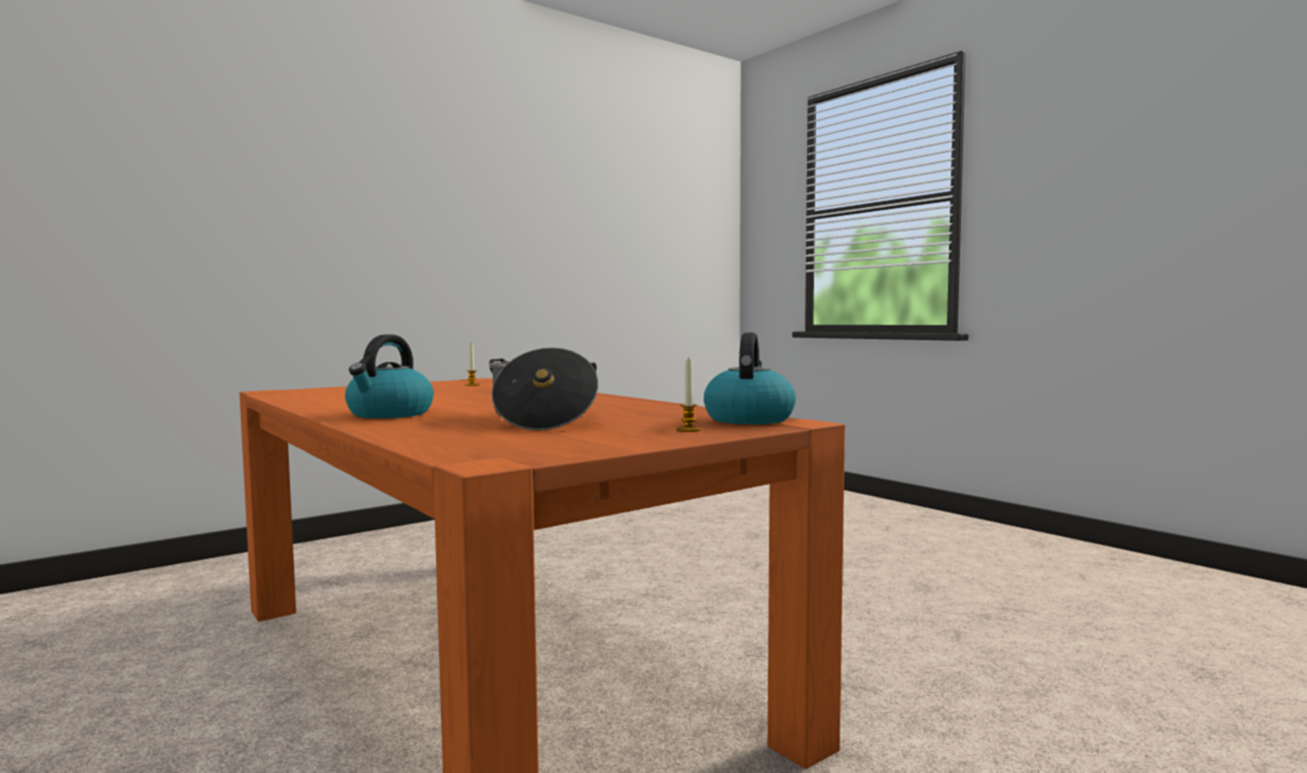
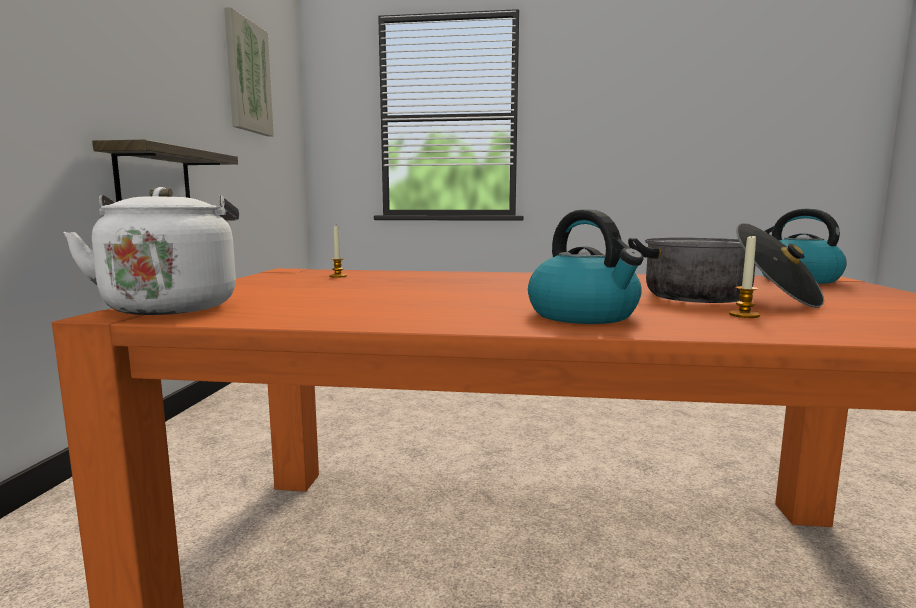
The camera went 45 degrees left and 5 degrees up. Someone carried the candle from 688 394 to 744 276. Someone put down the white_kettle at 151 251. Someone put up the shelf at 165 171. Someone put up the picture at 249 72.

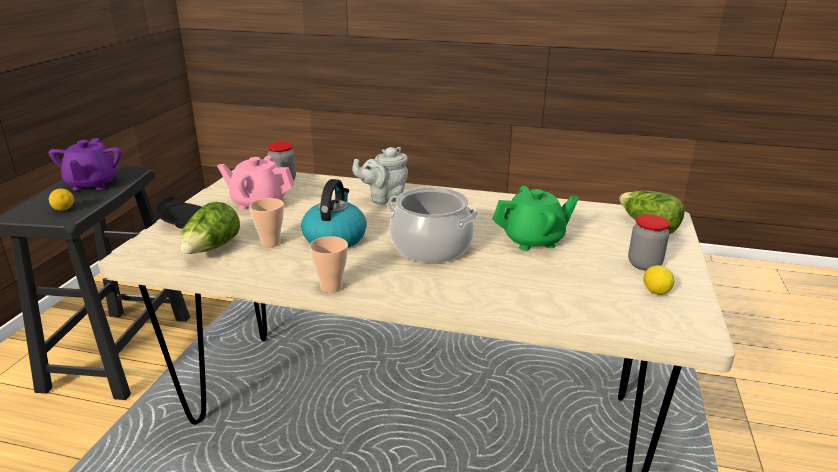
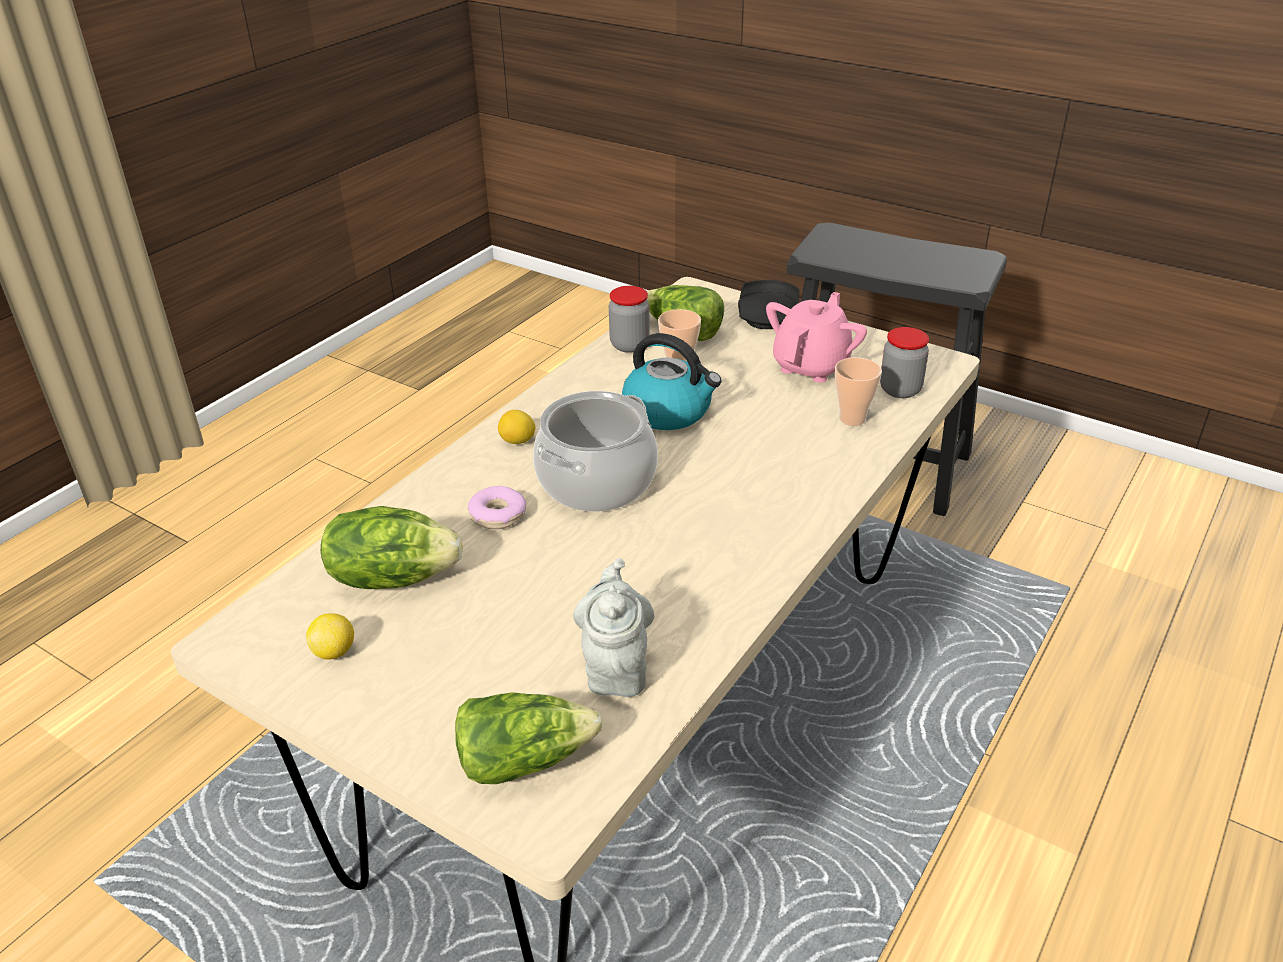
The camera went 110 degrees right and 10 degrees up. Someone took away the purple_teapot at 85 164. Someone carried the lemon from 61 200 to 516 427. Someone carried the cup from 328 264 to 858 391. Someone carried the grey_teapot from 380 175 to 613 627. Someone took away the green_teapot at 535 218. Someone carried the jar from 649 242 to 629 319. Someone put down the lettuce at 392 547. Someone put down the donut at 497 507.

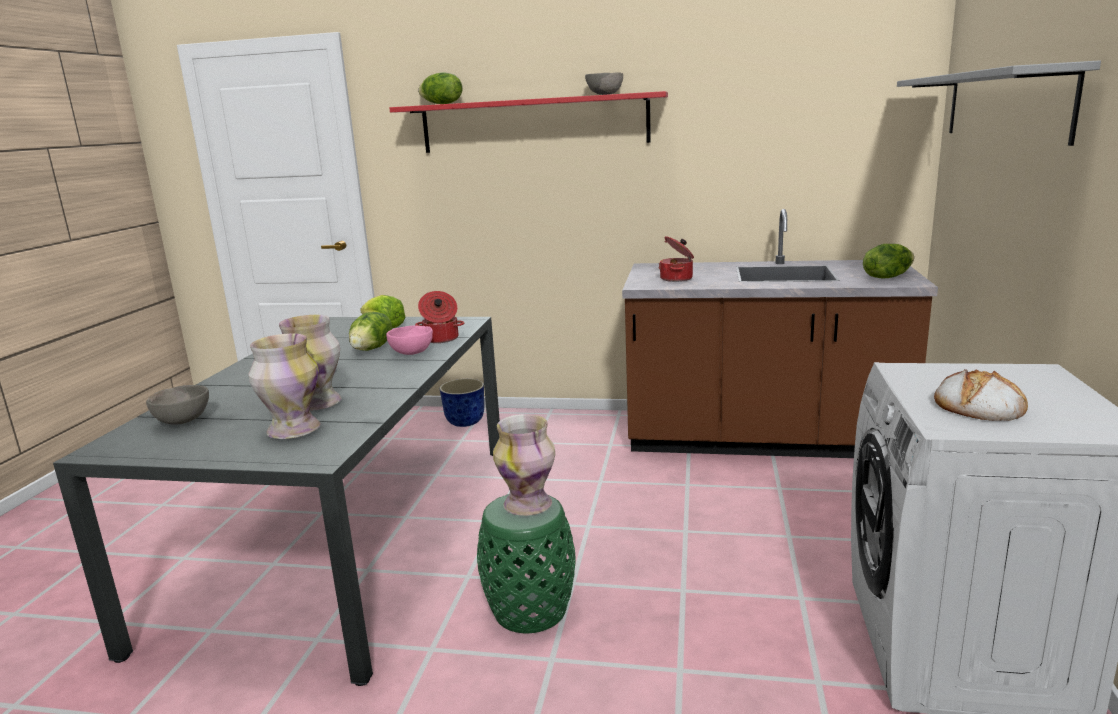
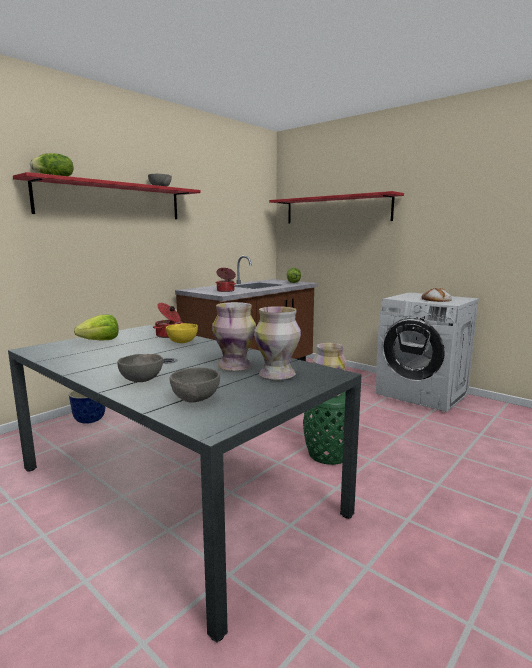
The camera went 60 degrees left and 5 degrees down. Someone took away the lettuce at 370 331. Someone repainted the pink_bowl at 409 340, which became the yellow_bowl at 182 333. Someone repainted the grey_shelf at 999 103, which became the red_shelf at 336 207. Someone put down the grey_bowl at 140 368.

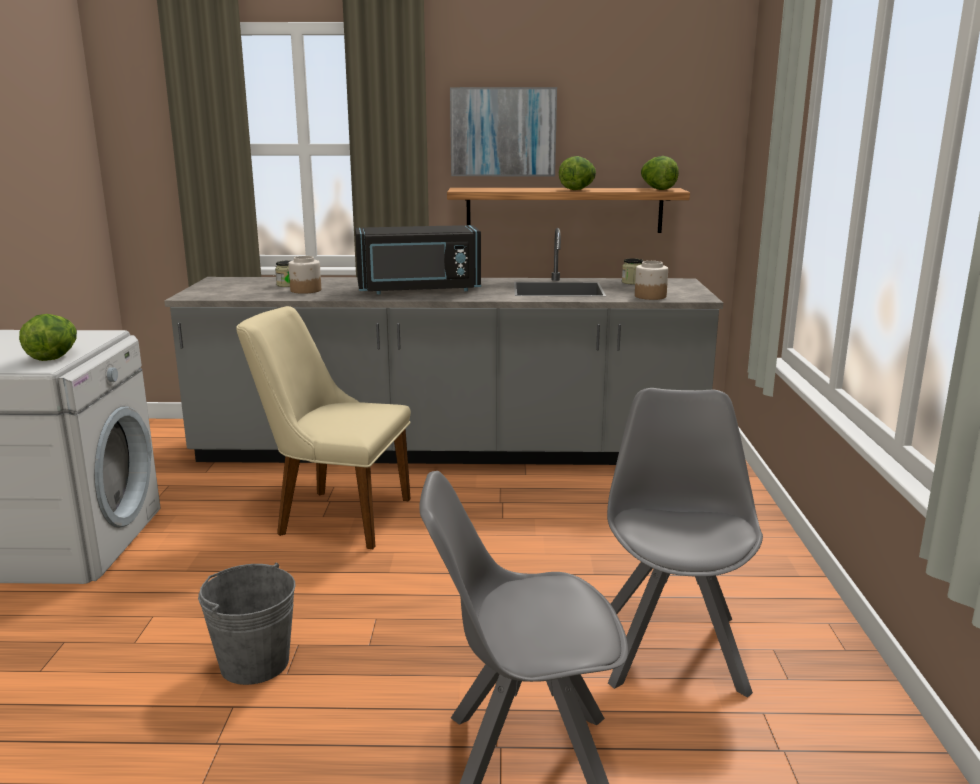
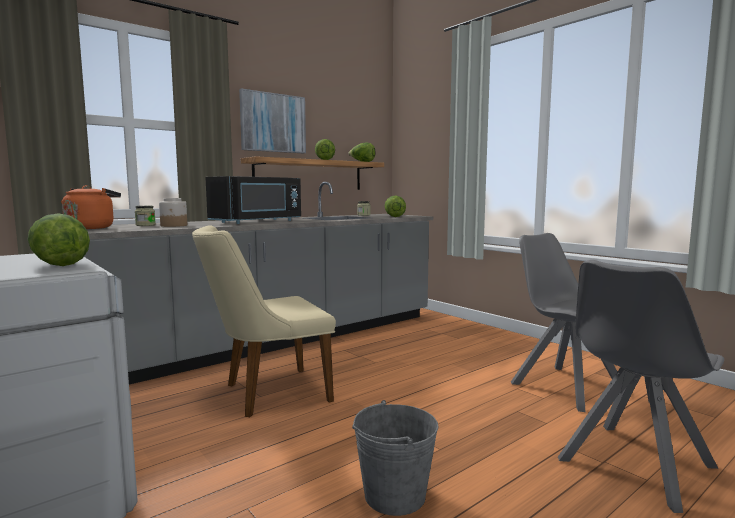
The camera went 40 degrees left and 10 degrees down. Someone swapped the jar at 651 280 for the lettuce at 395 206. Someone put down the orange_kettle at 91 207.

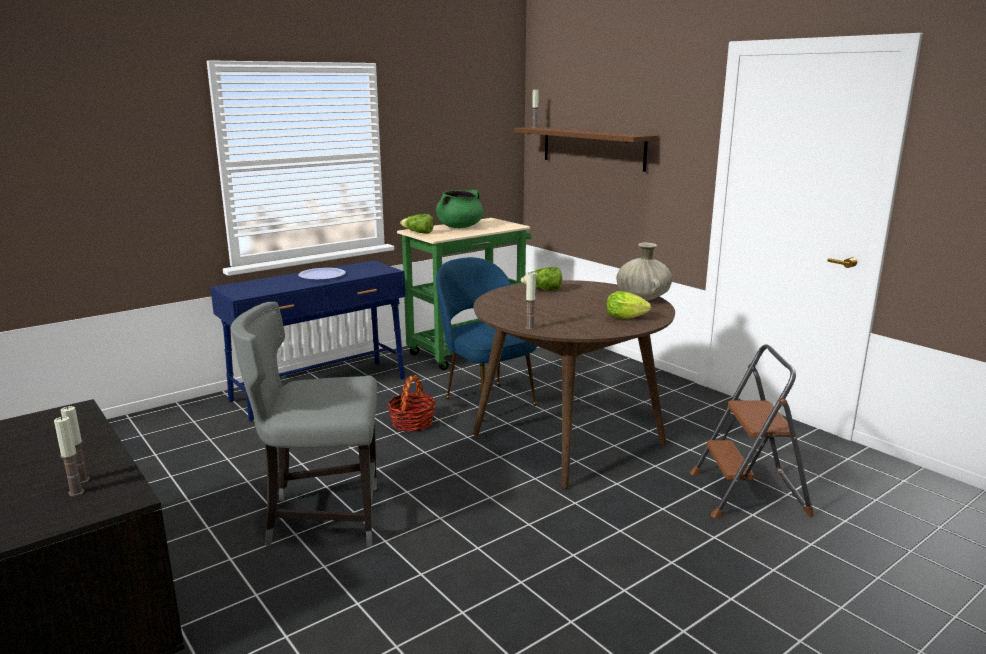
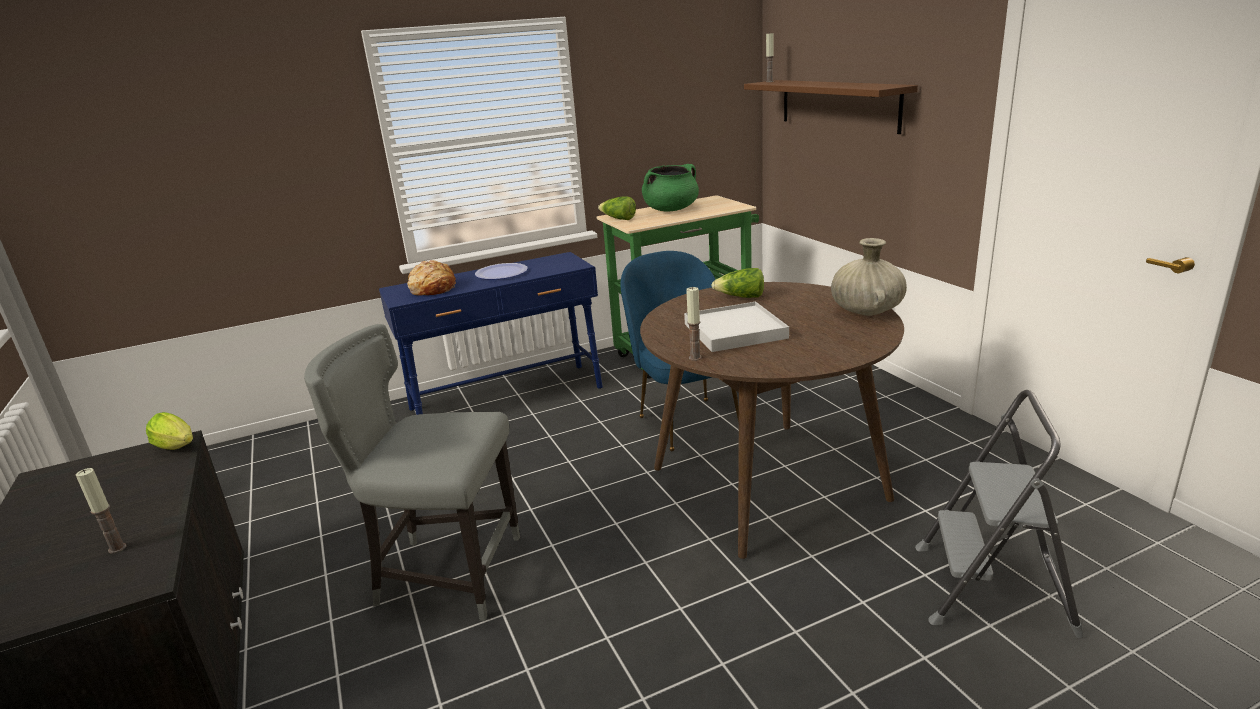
The camera went 15 degrees right and 5 degrees up. Someone took away the candle at 69 456. Someone took away the basket at 411 403. Someone carried the lettuce from 628 305 to 169 431. Someone repainted the brown_step_ladder at 751 431, which became the grey_step_ladder at 999 514. Someone put down the bread at 431 277. Someone put down the white_tray at 736 327.

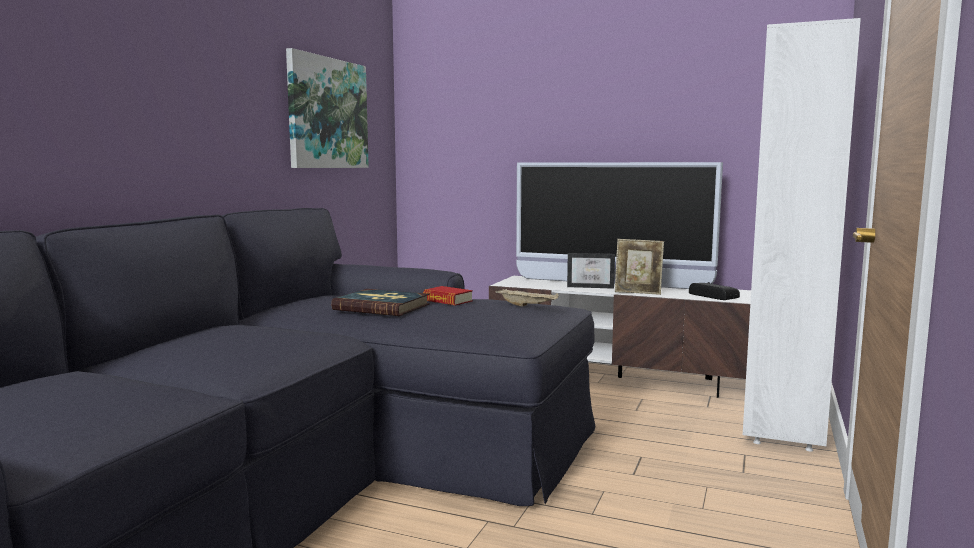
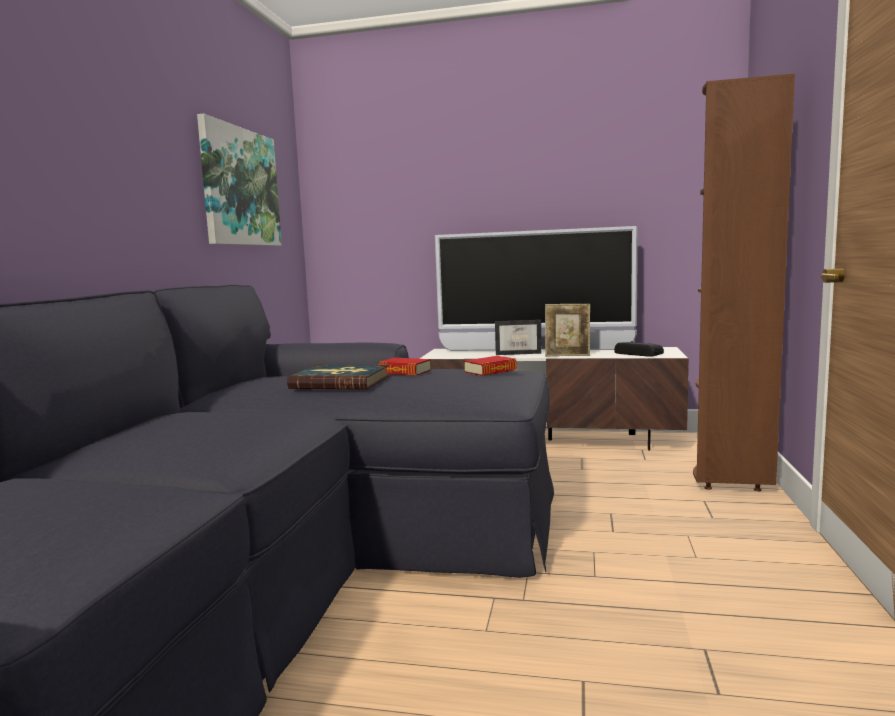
The camera went 10 degrees left and 0 degrees up. Someone swapped the beige_tray at 527 298 for the book at 490 366. Someone repainted the white_bookcase at 802 234, which became the brown_bookcase at 744 282.

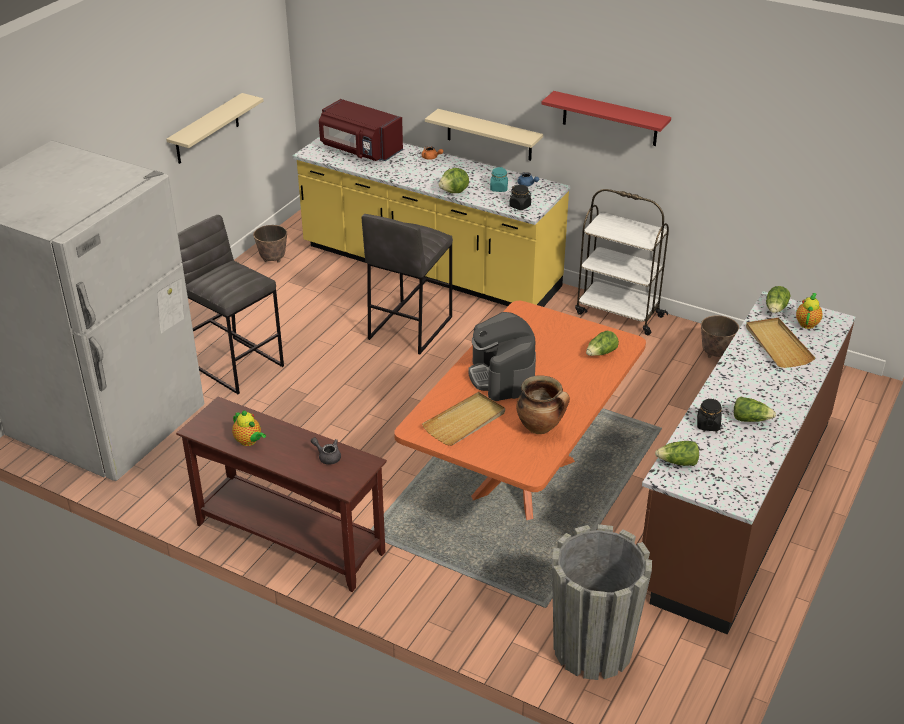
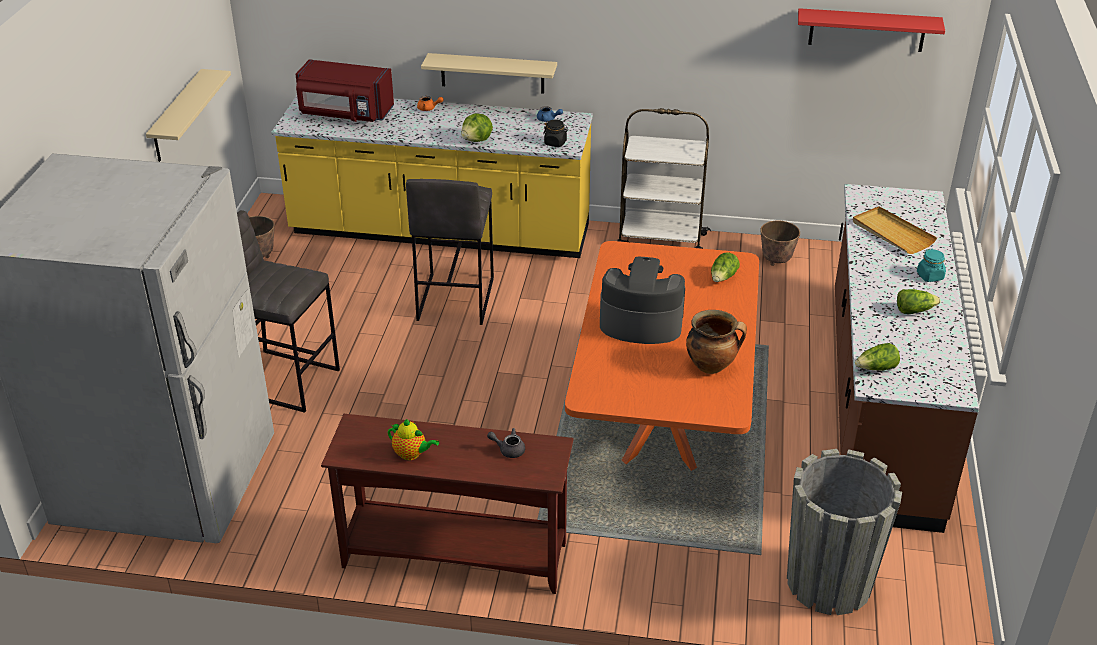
The camera went 20 degrees left and 0 degrees up. Someone took away the beige_tray at 463 419. Someone rotated the coffee_machine at 502 356 by 135 degrees clockwise. Someone carried the turquoise_jar from 499 179 to 931 265. Someone carried the red_shelf from 606 118 to 871 30. Someone took away the black_jar at 709 414. Someone took away the lettuce at 778 299. Someone took away the teapot at 809 311.

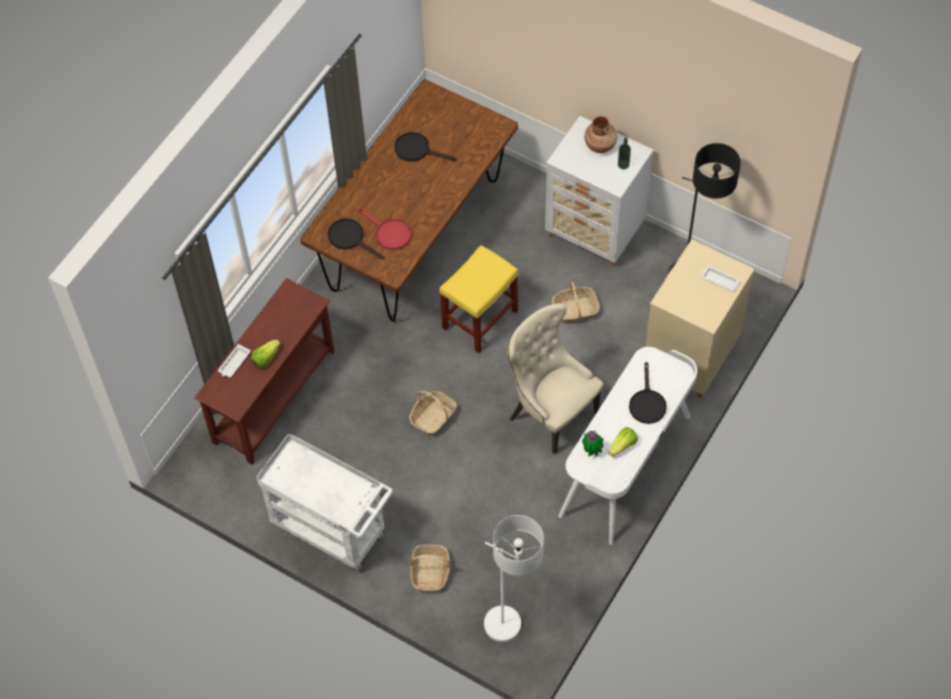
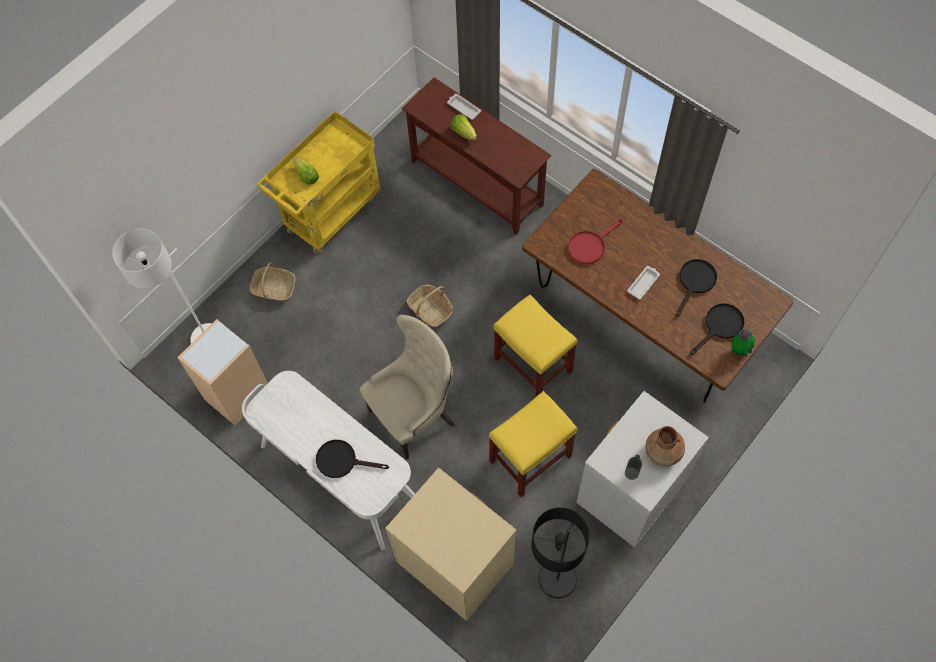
The camera went 100 degrees right and 5 degrees up. Someone repainted the white_cart at 324 502, which became the yellow_cart at 318 183. Someone carried the black_frying_pan from 356 239 to 717 329. Someone swapped the basket at 576 302 for the yellow_stool at 533 444. Someone carried the potted_plant from 592 443 to 742 343. Someone carried the lettuce from 623 442 to 306 171. Someone carried the white_tray from 720 278 to 643 283. Someone put down the bookcase at 222 372.

